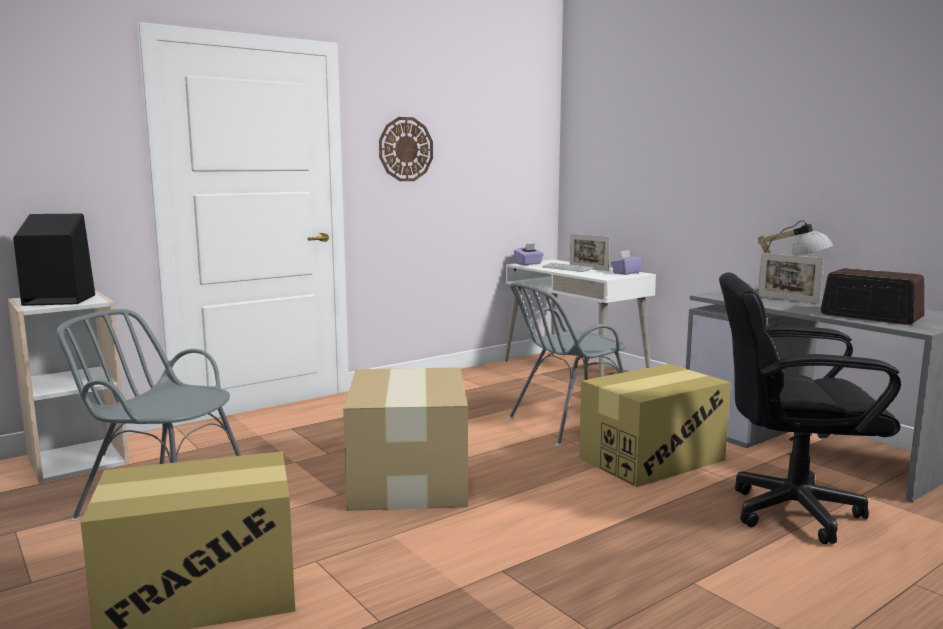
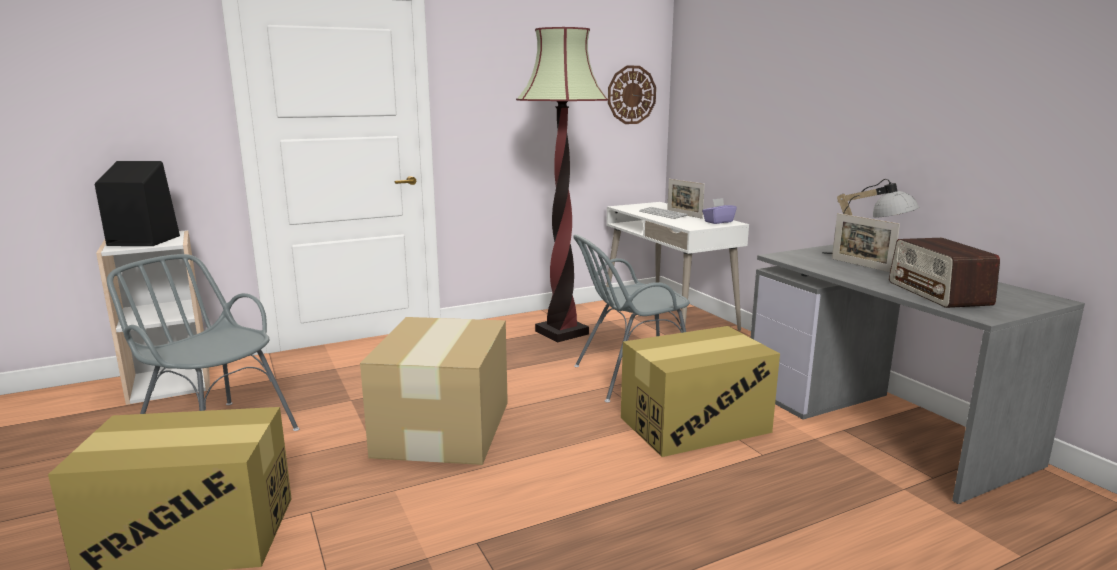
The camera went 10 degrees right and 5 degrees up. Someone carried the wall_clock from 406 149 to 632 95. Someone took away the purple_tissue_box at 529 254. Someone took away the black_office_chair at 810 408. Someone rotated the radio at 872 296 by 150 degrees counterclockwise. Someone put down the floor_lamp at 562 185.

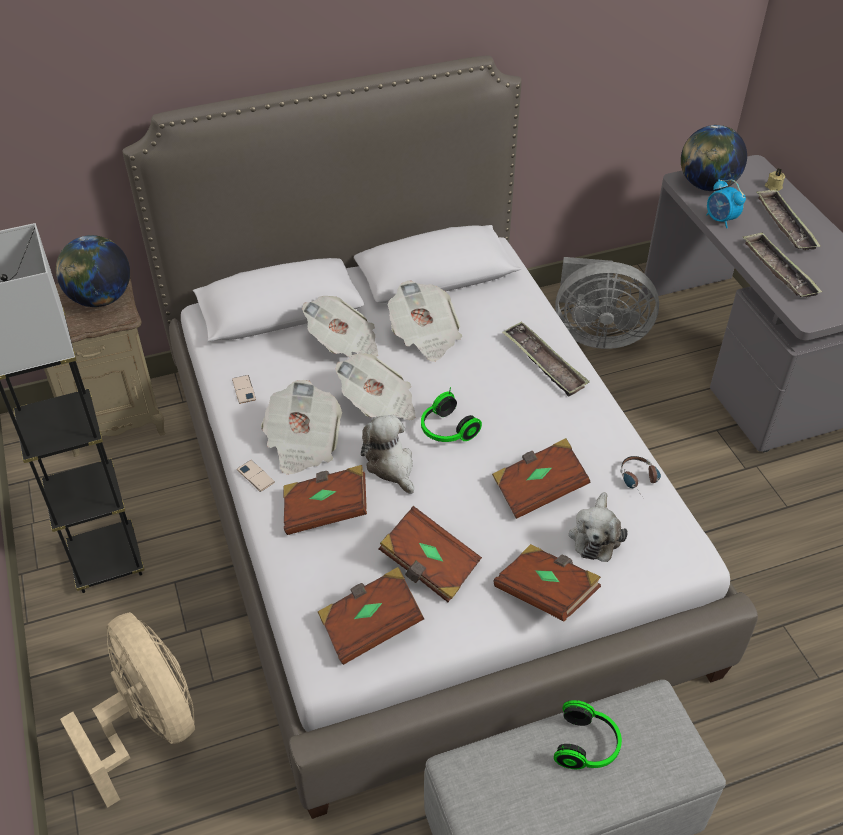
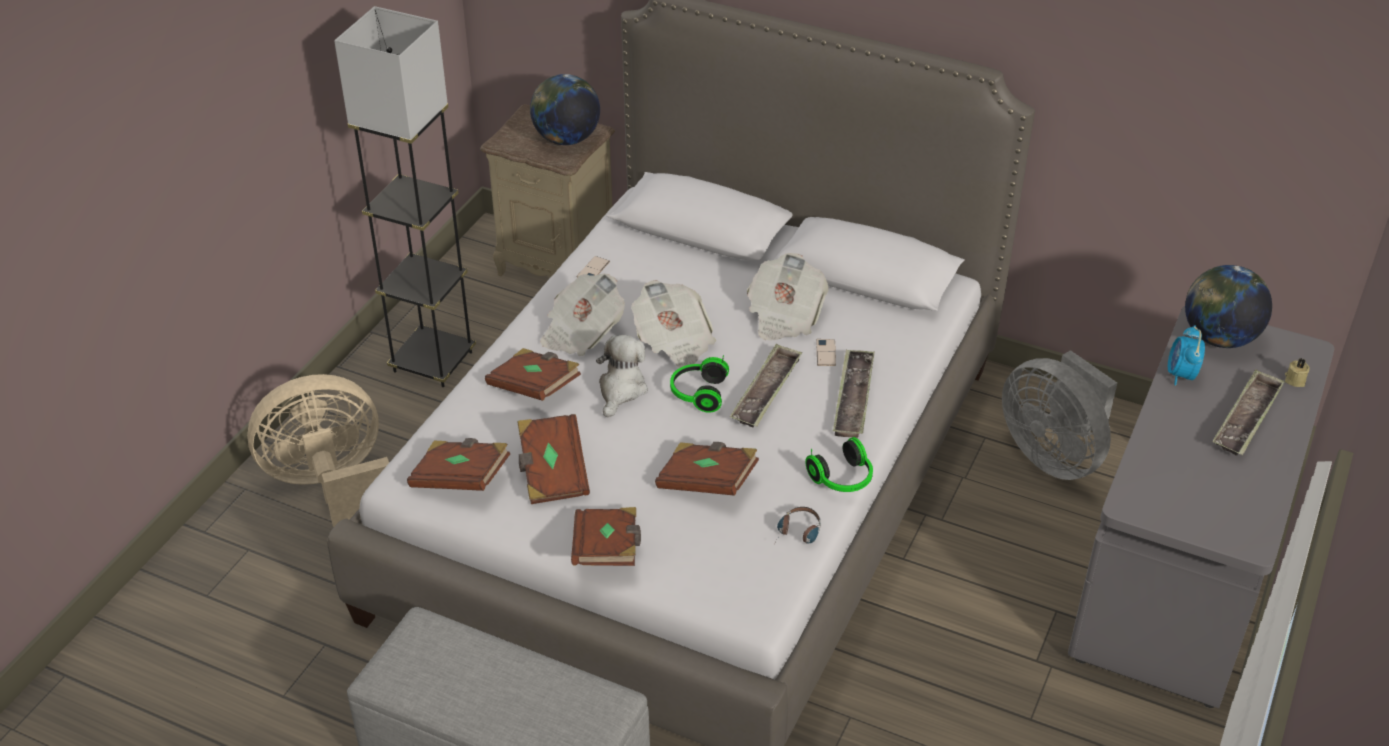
The camera went 45 degrees right and 5 degrees down. Someone rotated the beige_fan at 127 710 by 120 degrees counterclockwise. Someone carried the phone from 256 476 to 826 352. Someone took away the newspaper at 340 326. Someone carried the headphones from 588 734 to 839 464. Someone took away the plush_toy at 598 527. Someone carried the tray from 782 265 to 766 386.

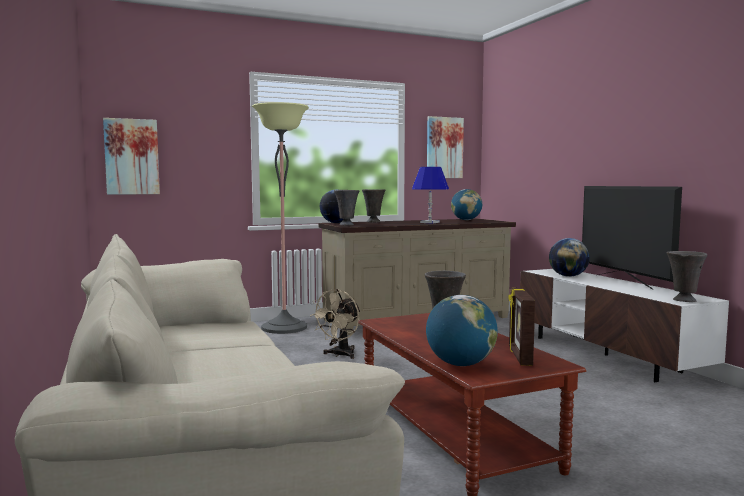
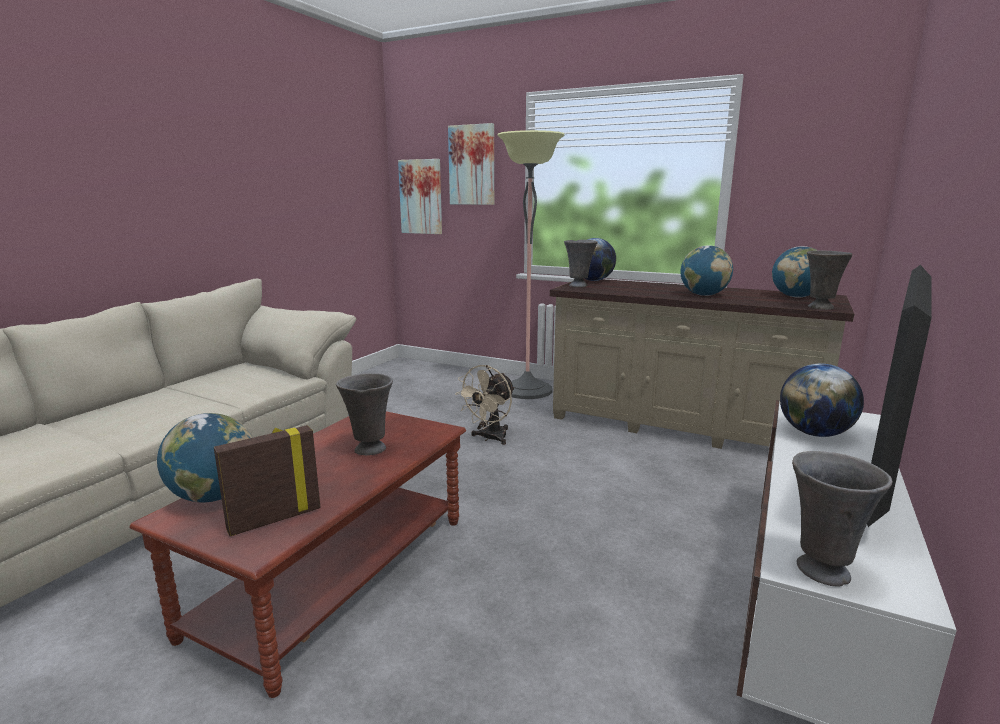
The camera went 50 degrees right and 10 degrees up. Someone rotated the beige_fan at 335 324 by 45 degrees counterclockwise. Someone carried the grey_vase from 373 206 to 829 280. Someone swapped the blue_table_lamp at 430 195 for the globe at 707 270. Someone carried the picture from 445 147 to 471 164.

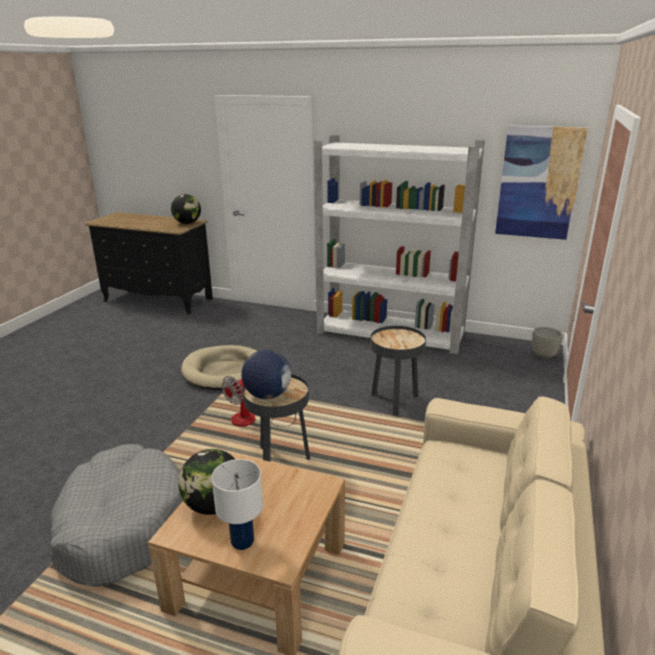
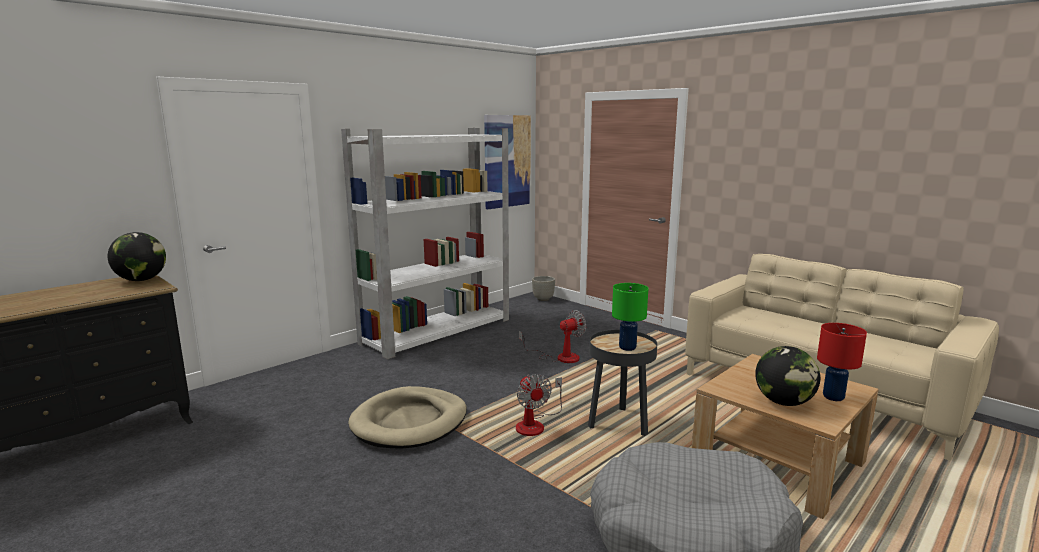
The camera went 65 degrees left and 10 degrees down. Someone repainted the white_table_lamp at 237 504, which became the red_table_lamp at 842 362. Someone swapped the globe at 266 374 for the green_table_lamp at 630 317. Someone swapped the black_side_table at 398 371 for the fan at 552 336.

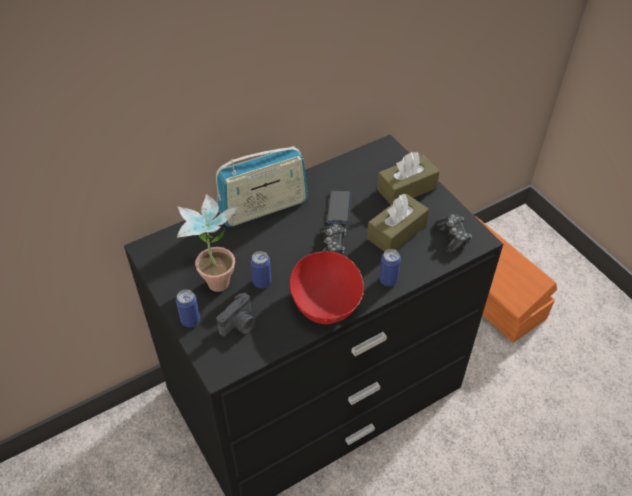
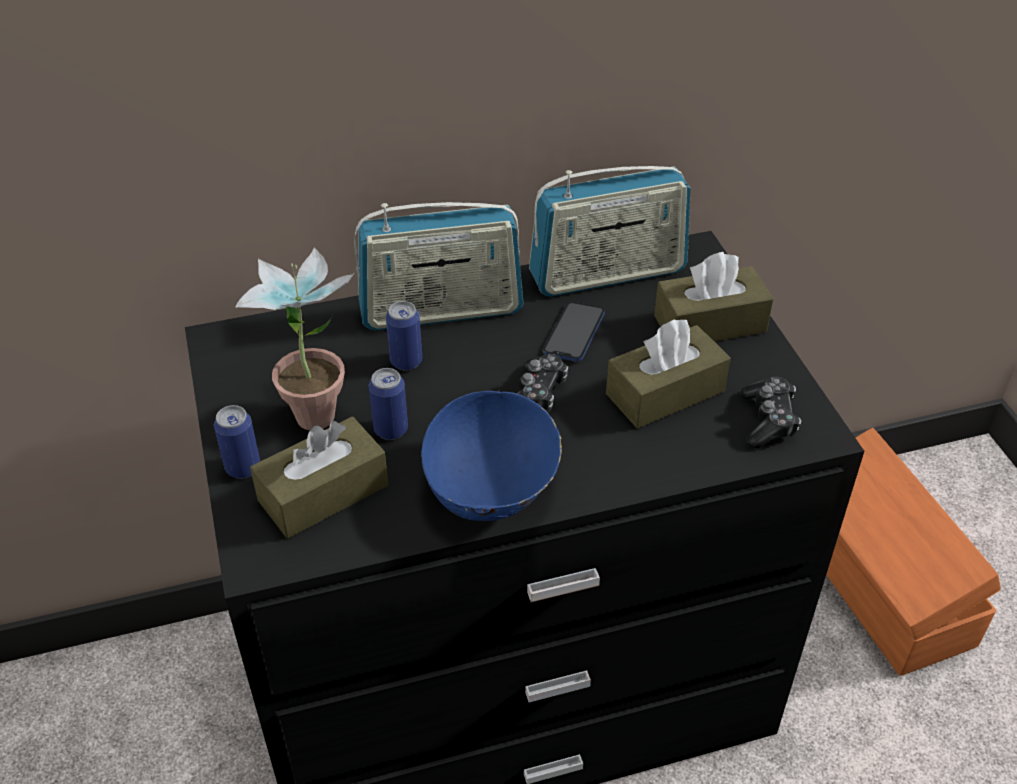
The camera went 15 degrees right and 5 degrees down. Someone swapped the photo_camera at 235 315 for the brown_tissue_box at 319 477. Someone repainted the red_bowl at 327 288, which became the blue_bowl at 491 455. Someone carried the can from 390 267 to 404 336. Someone put down the radio at 609 231.

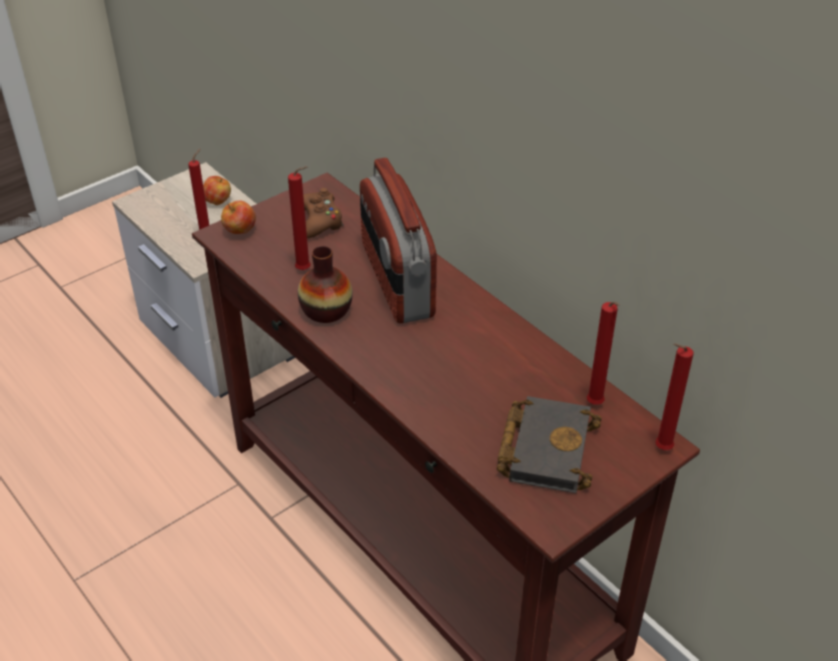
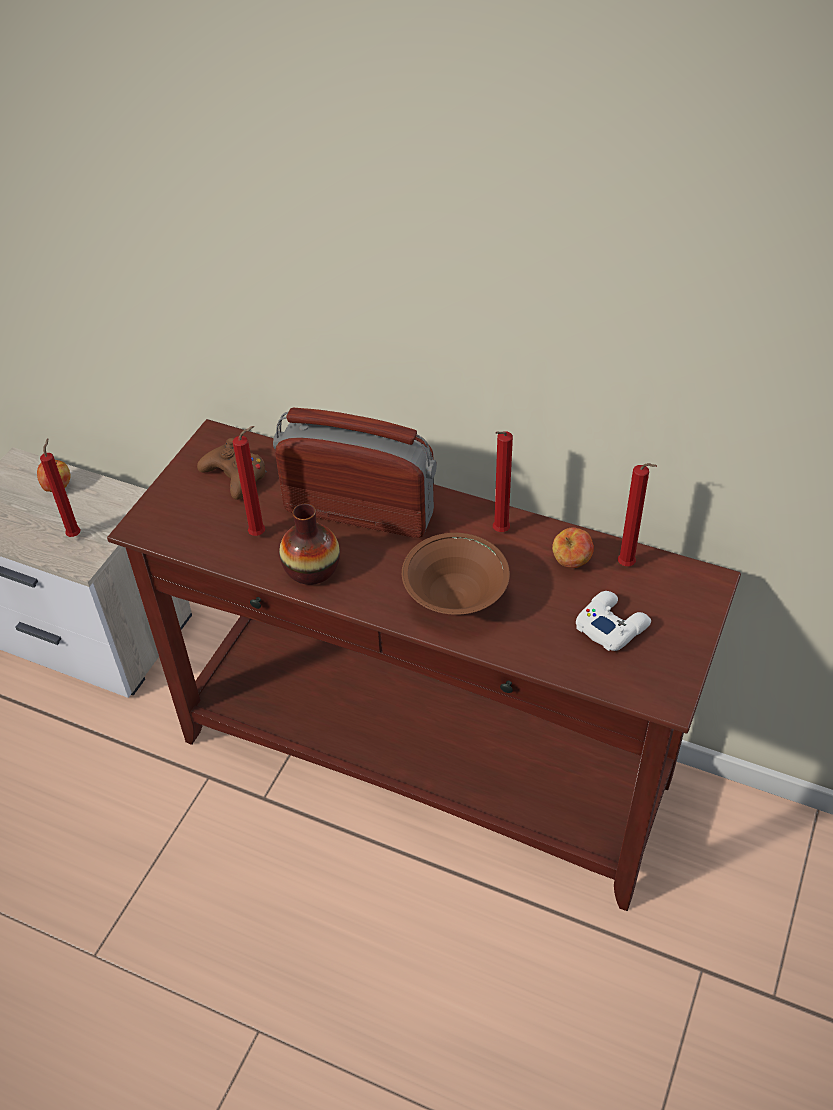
The camera went 25 degrees left and 5 degrees up. Someone carried the apple from 238 217 to 573 547. Someone rotated the radio at 398 240 by 150 degrees clockwise. Someone swapped the black_book at 549 444 for the white_game_controller at 613 621. Someone carried the red_candle from 674 396 to 503 481. Someone put down the brown_bowl at 456 574.

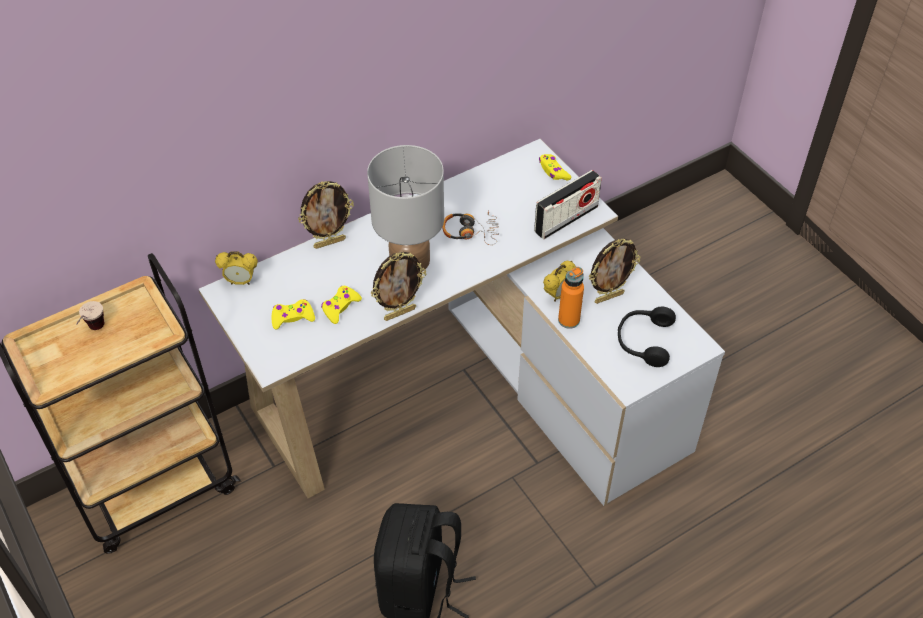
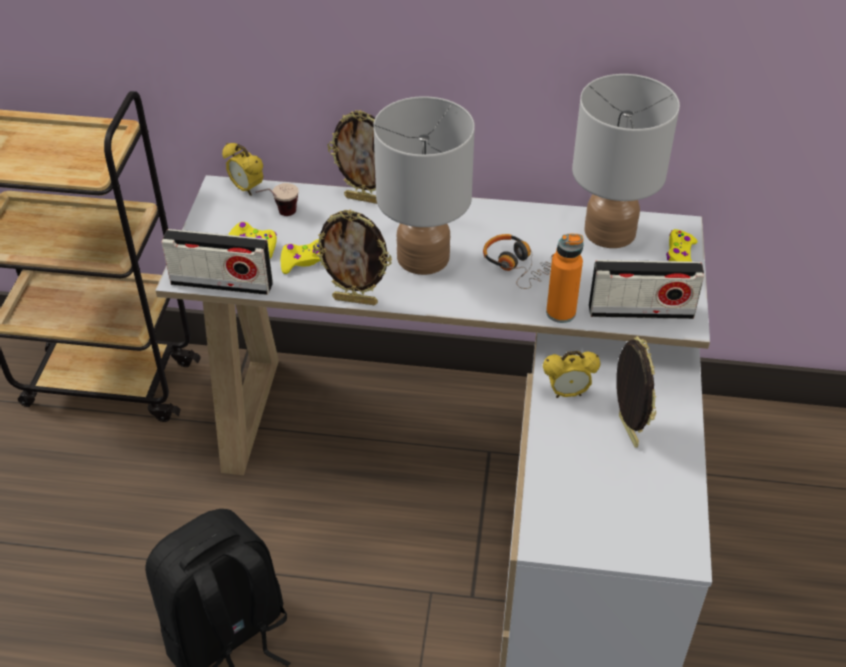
The camera went 40 degrees right and 5 degrees down. Someone carried the cup from 90 315 to 277 199. Someone carried the orange_bottle from 571 298 to 565 278. Someone rotated the picture_frame at 614 271 by 120 degrees counterclockwise. Someone took away the black_headphones at 647 337. Someone put down the radio at 217 262. Someone put down the grey_table_lamp at 626 161.

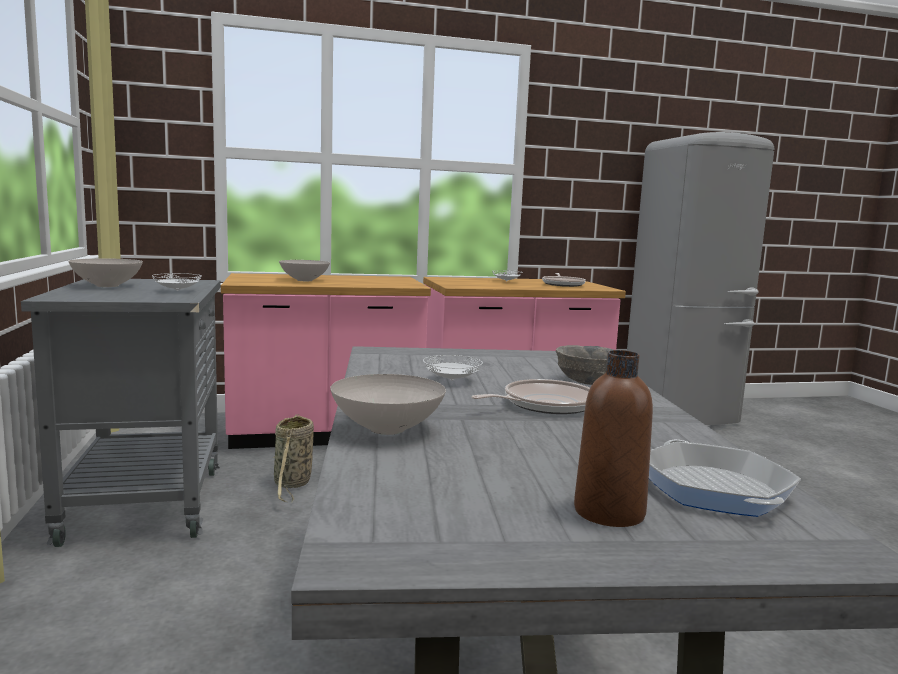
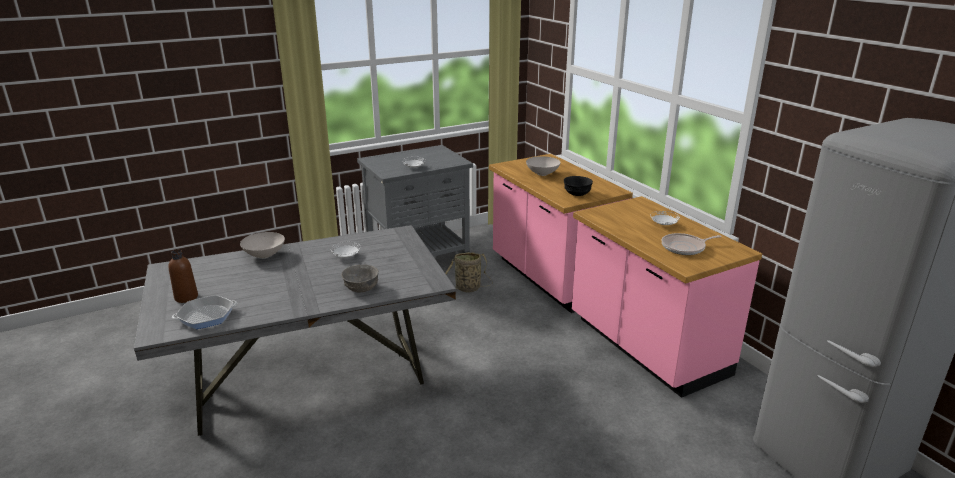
The camera went 75 degrees right and 15 degrees up. Someone took away the white_bowl at 105 272. Someone took away the frying_pan at 530 396. Someone put down the black_bowl at 578 186.

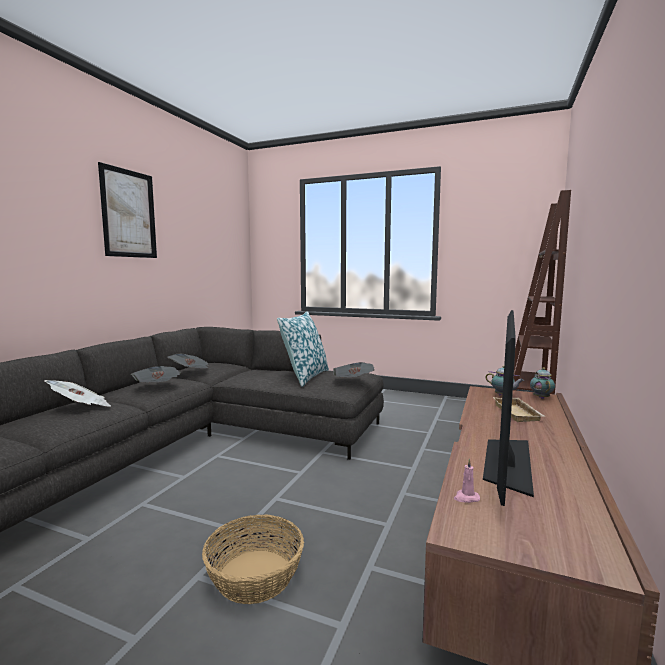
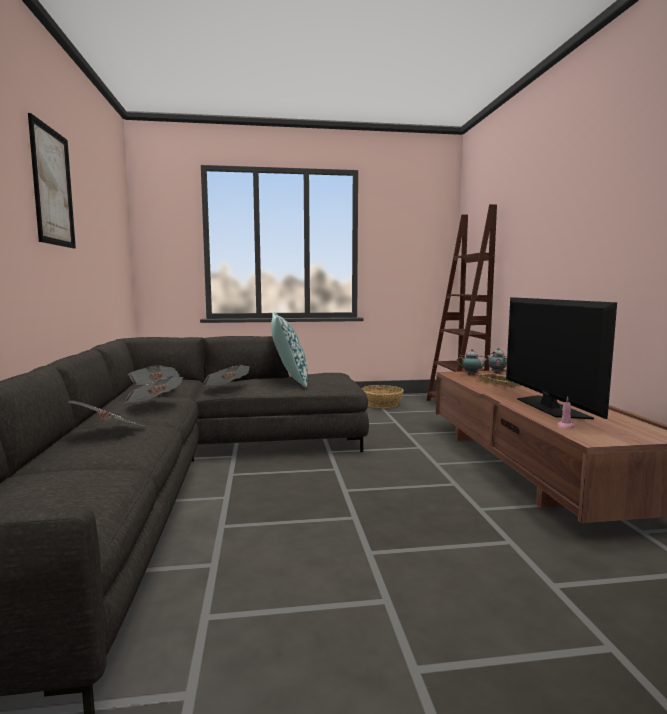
The camera went 30 degrees left and 0 degrees up. Someone carried the basket from 253 559 to 383 396. Someone carried the newspaper from 353 369 to 227 375.

